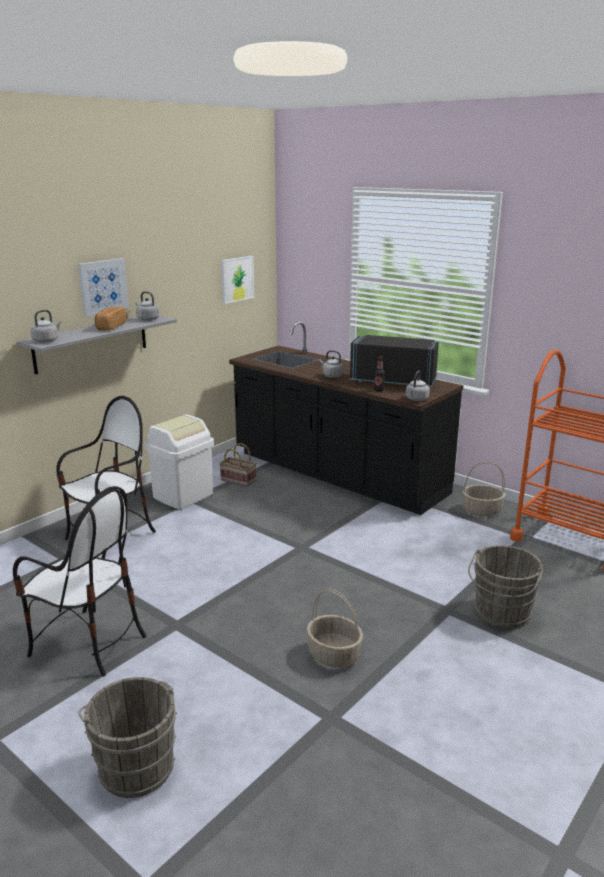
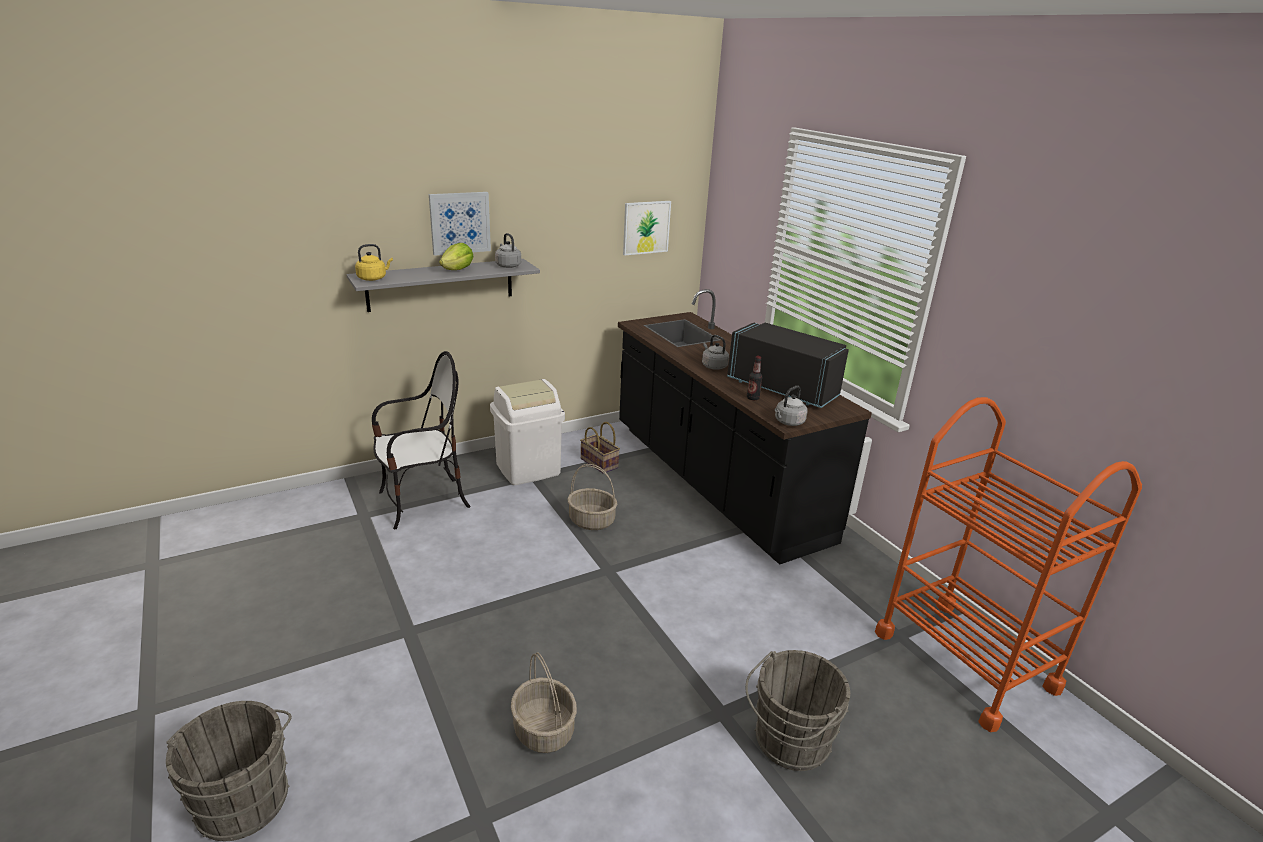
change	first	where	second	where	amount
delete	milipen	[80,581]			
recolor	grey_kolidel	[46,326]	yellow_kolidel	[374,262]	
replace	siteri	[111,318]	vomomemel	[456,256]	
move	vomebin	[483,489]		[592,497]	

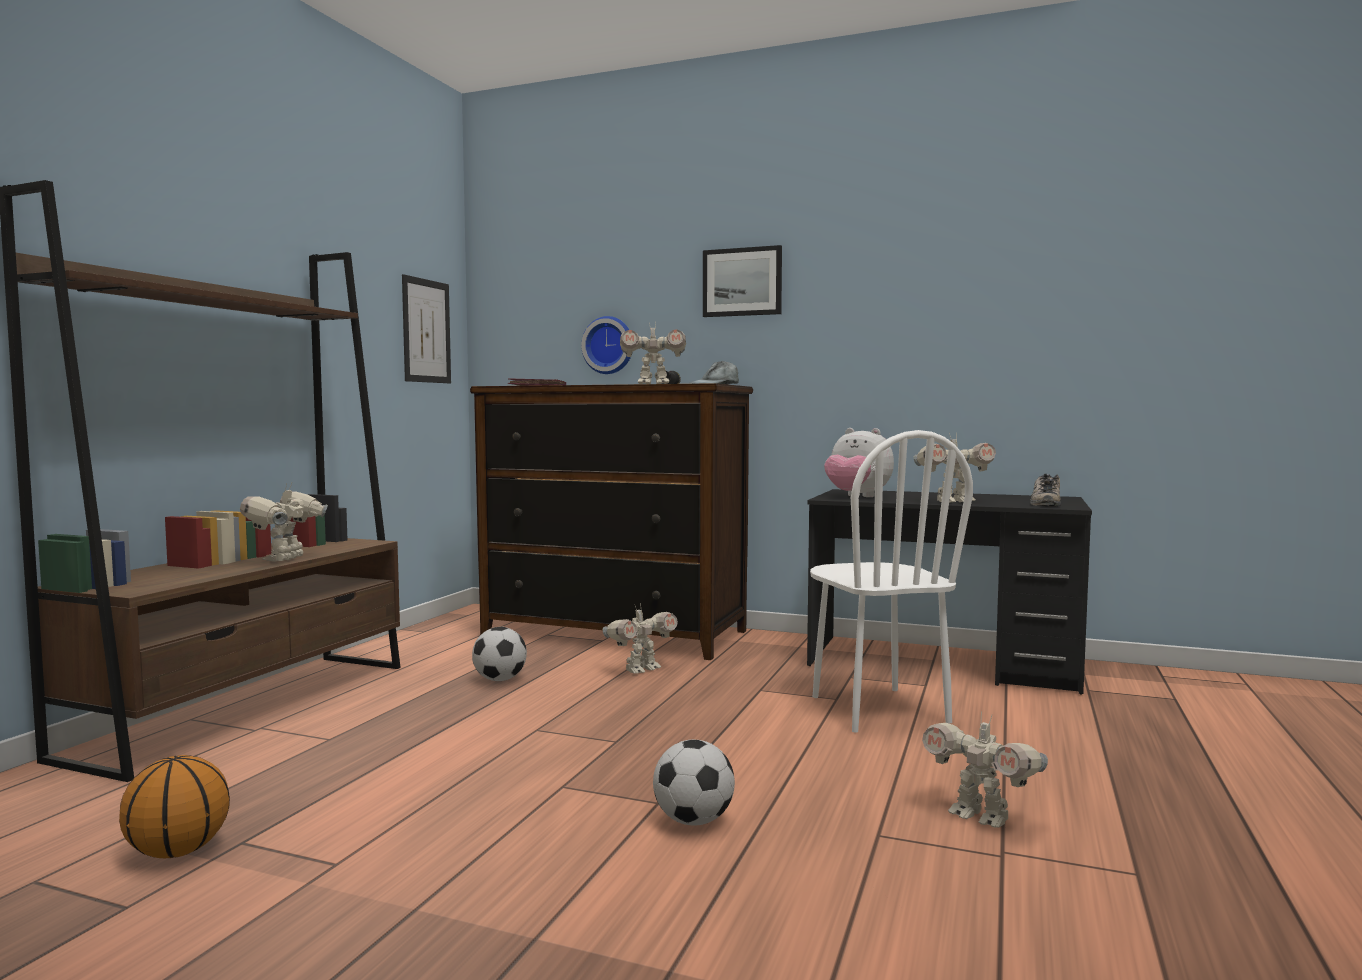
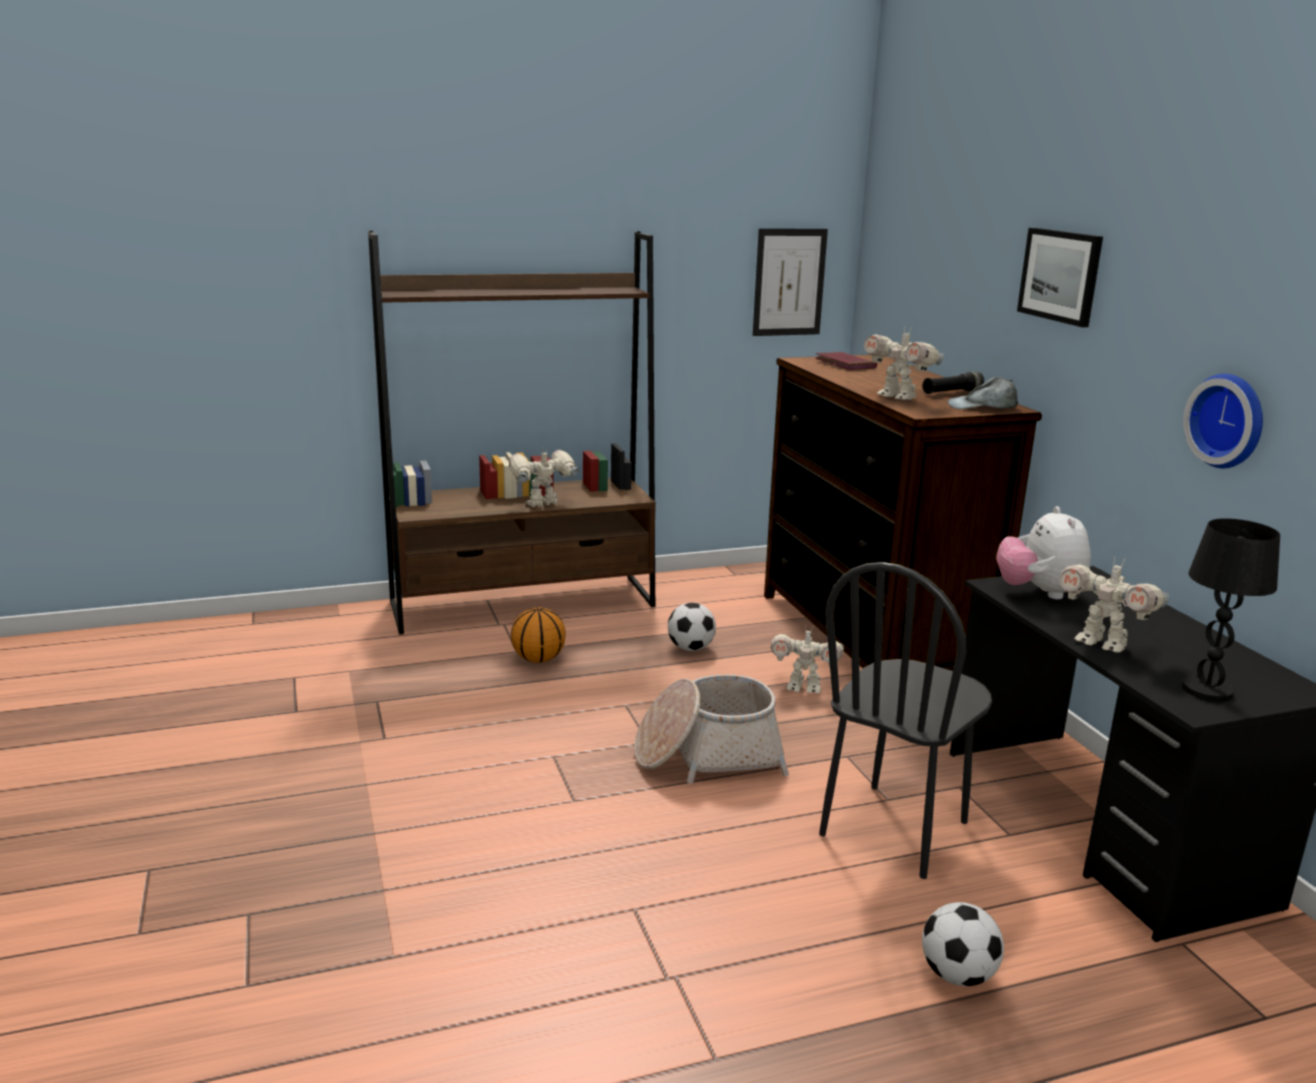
change	first	where	second	where	amount
move	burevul	[174,806]		[538,635]	
move	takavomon	[606,345]		[1223,421]	
move	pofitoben	[694,782]		[963,944]	
recolor	white_milipen	[891,581]	black_milipen	[905,720]	
delete	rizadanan	[985,770]			
replace	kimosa	[1045,490]	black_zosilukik	[1231,610]	
insert			vomebin	[711,729]	

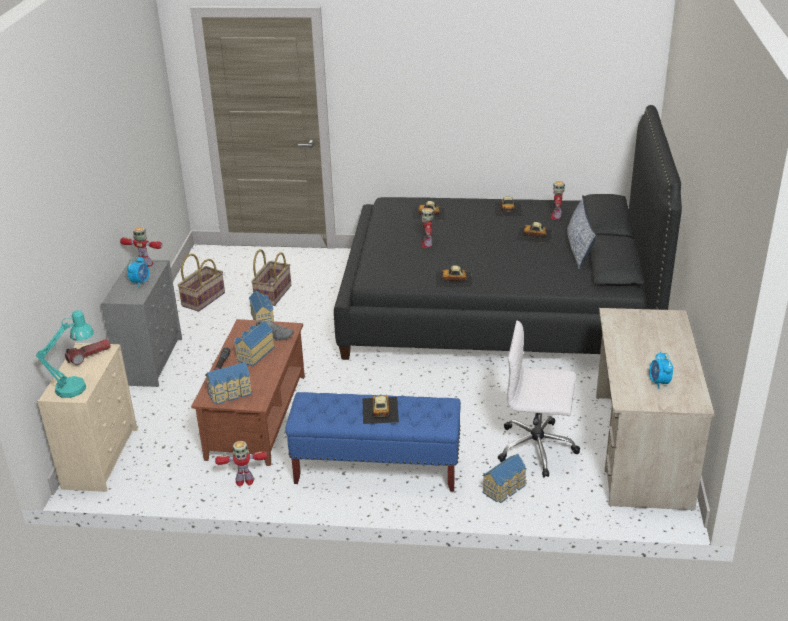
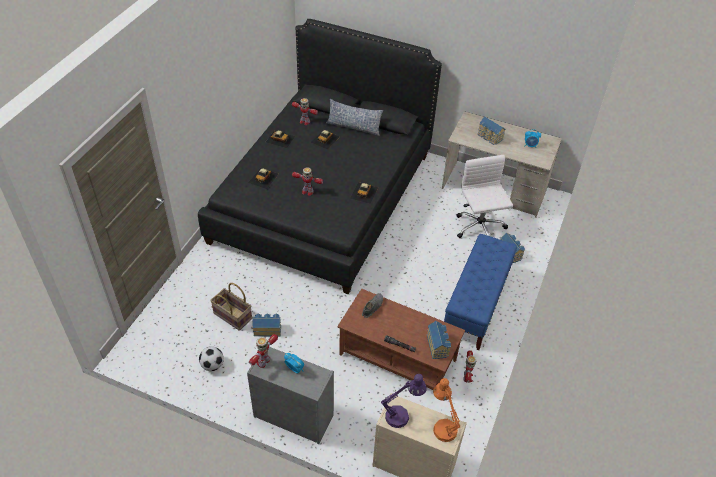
change	first	where	second	where	amount
recolor	turquoise_zosilukik	[65,354]	orange_zosilukik	[446,410]	
replace	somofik	[88,352]	purple_zosilukik	[404,401]	
replace	vomebin	[201,283]	pofitoben	[211,359]	
move	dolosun	[254,343]		[491,130]	
delete	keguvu	[380,409]			
rotate	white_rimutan	[539,399]		[484,196]	135 degrees clockwise

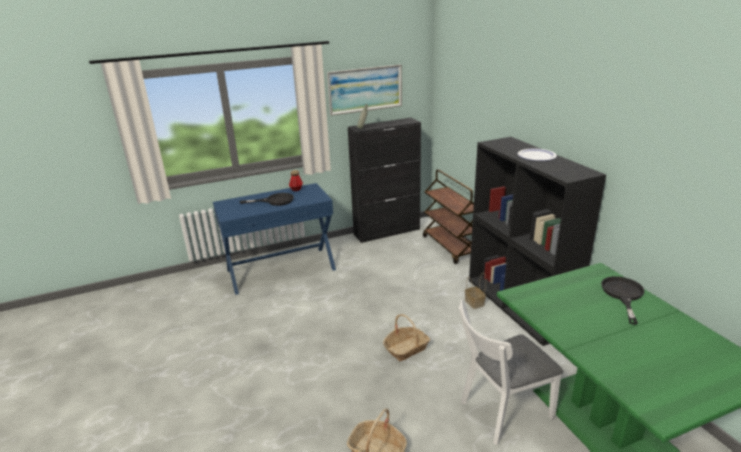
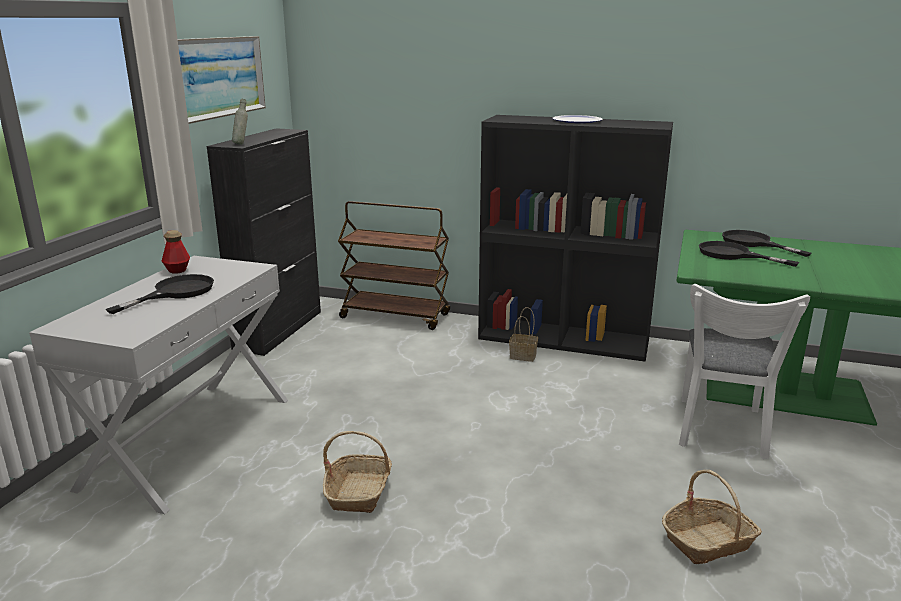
change	first	where	second	where	amount
recolor	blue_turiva	[274,239]	white_turiva	[158,385]	
move	vomebin	[406,337]		[357,472]	
insert			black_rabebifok	[749,254]	

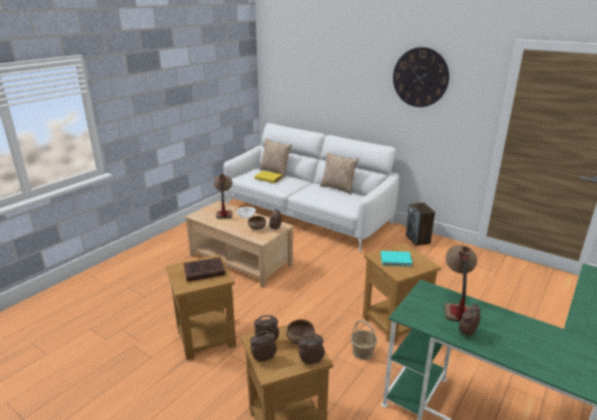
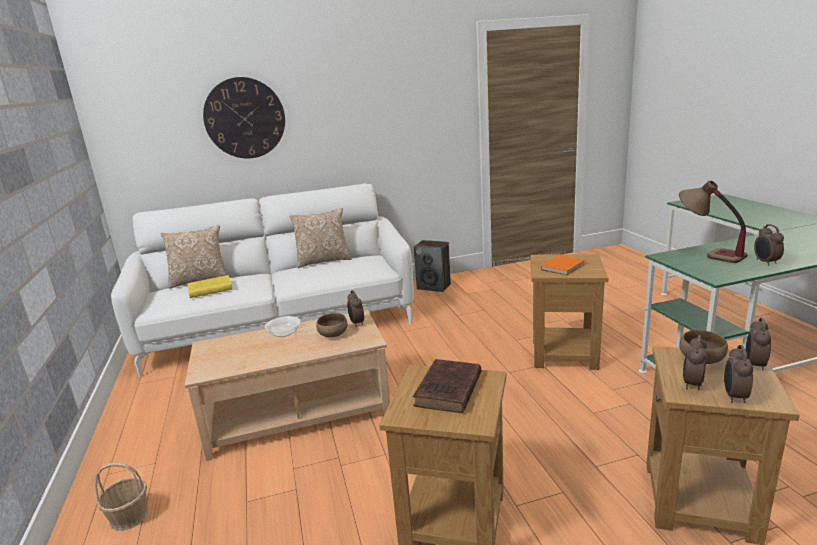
change	first	where	second	where	amount
delete	zosilukik	[223,196]			
move	vomebin	[364,340]		[122,497]	
recolor	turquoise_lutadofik	[397,259]	orange_lutadofik	[563,265]	
move	takavomon	[421,77]		[244,118]	

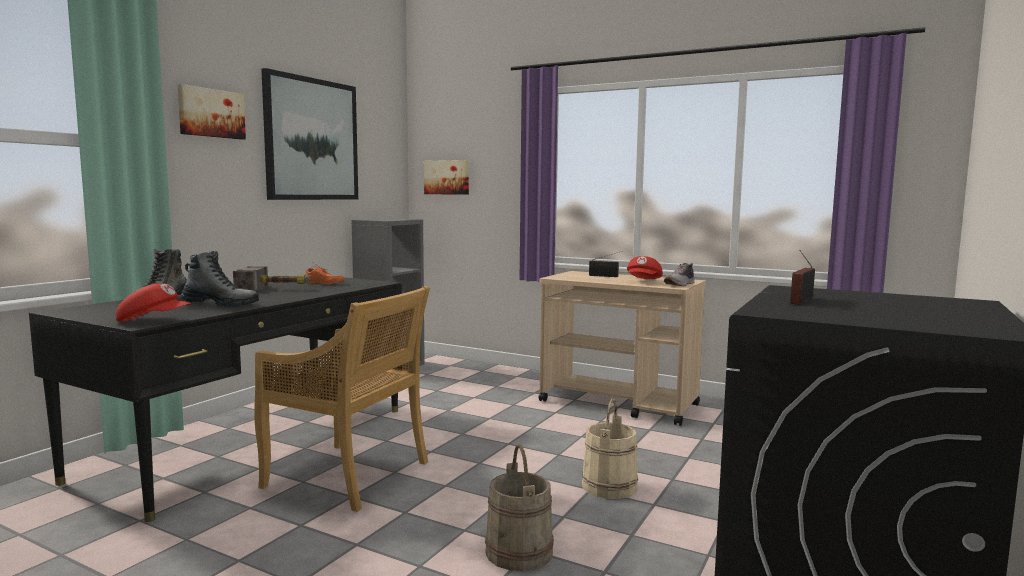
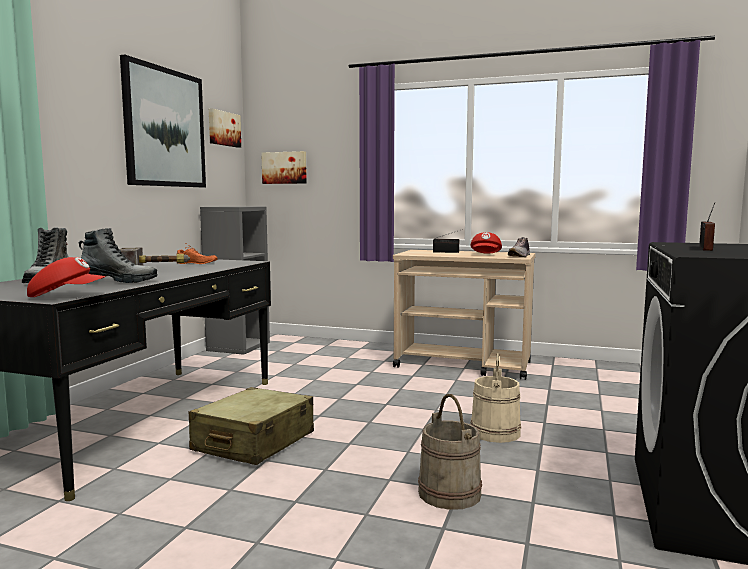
change	first	where	second	where	amount
move	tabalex	[212,112]		[225,128]	
replace	beige_milipen	[342,399]	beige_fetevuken	[251,426]	

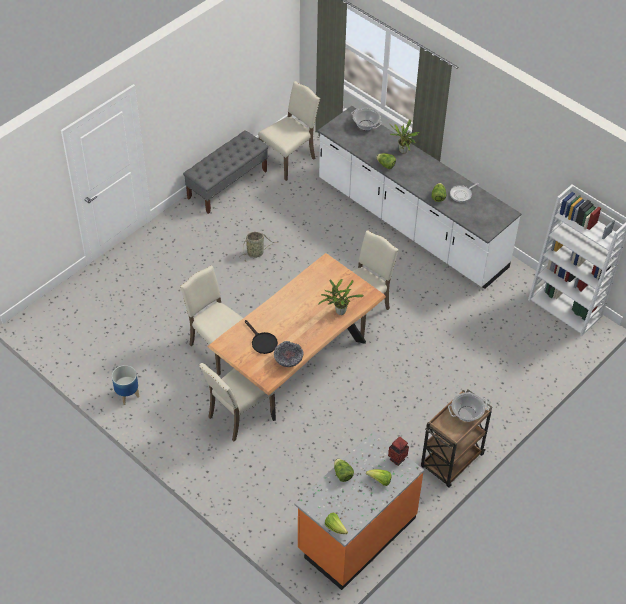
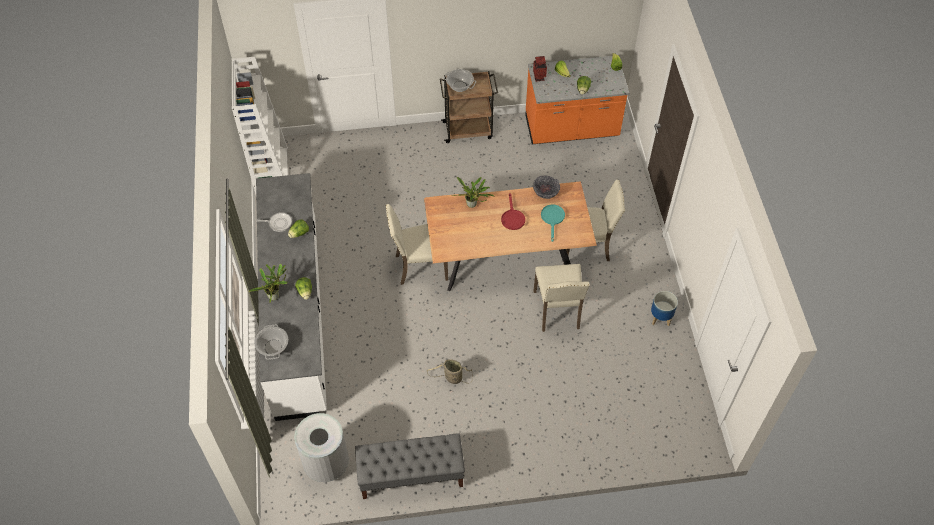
change	first	where	second	where	amount
recolor	black_rabebifok	[261,337]	turquoise_rabebifok	[553,223]	
replace	beige_milipen	[289,131]	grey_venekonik	[321,447]	
insert			red_rabebifok	[513,212]	

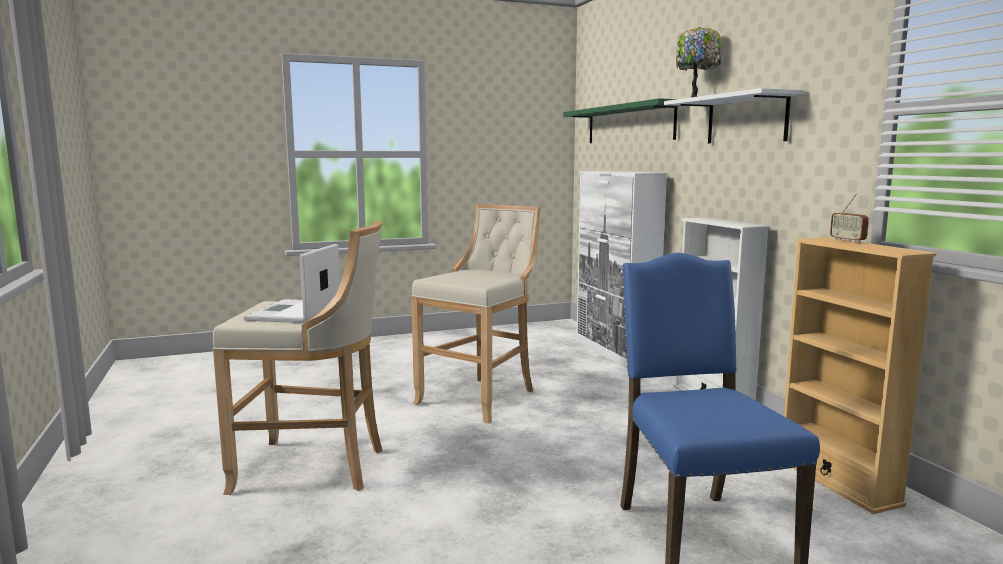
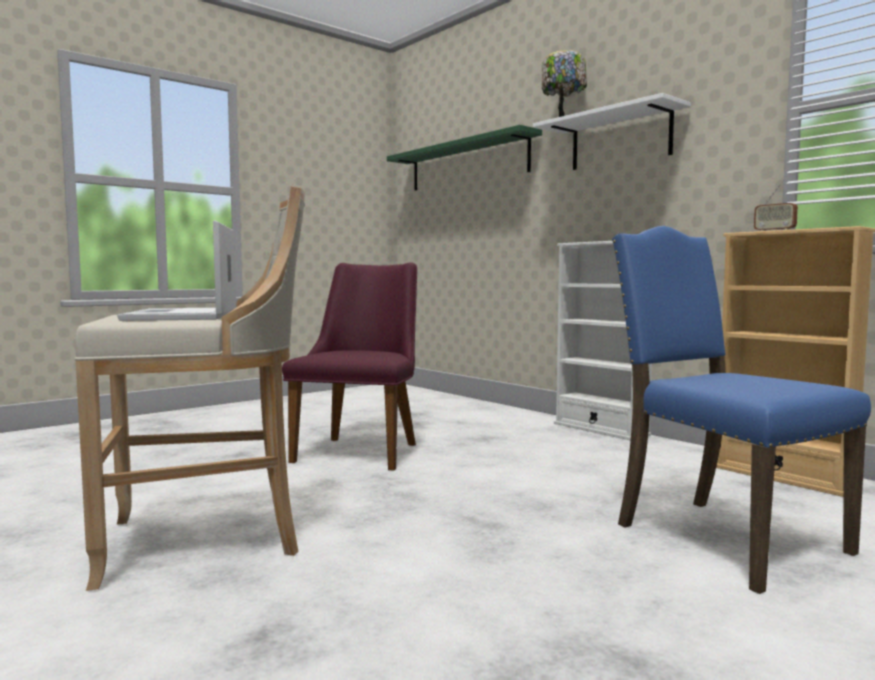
change	first	where	second	where	amount
replace	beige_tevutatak	[476,314]	purple_milipen	[349,366]	
delete	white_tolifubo	[622,269]			

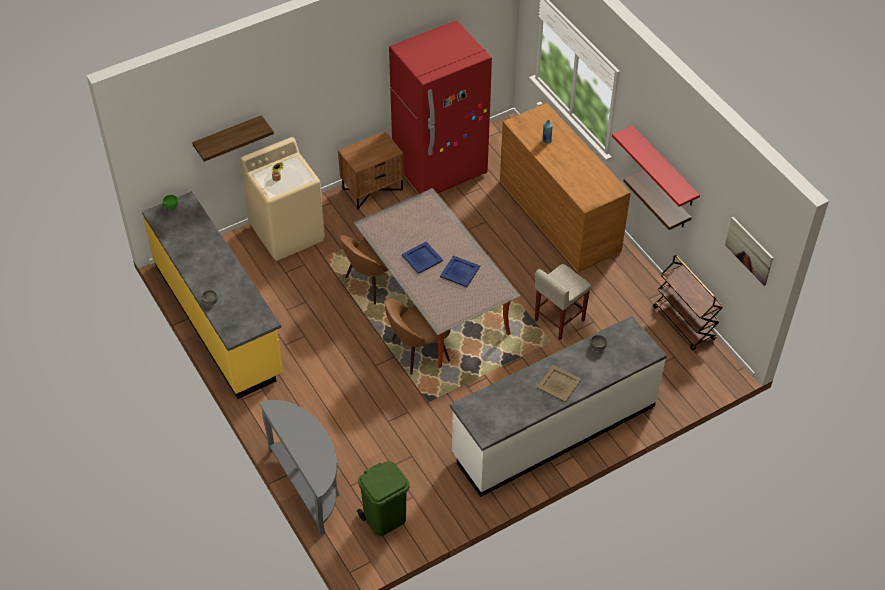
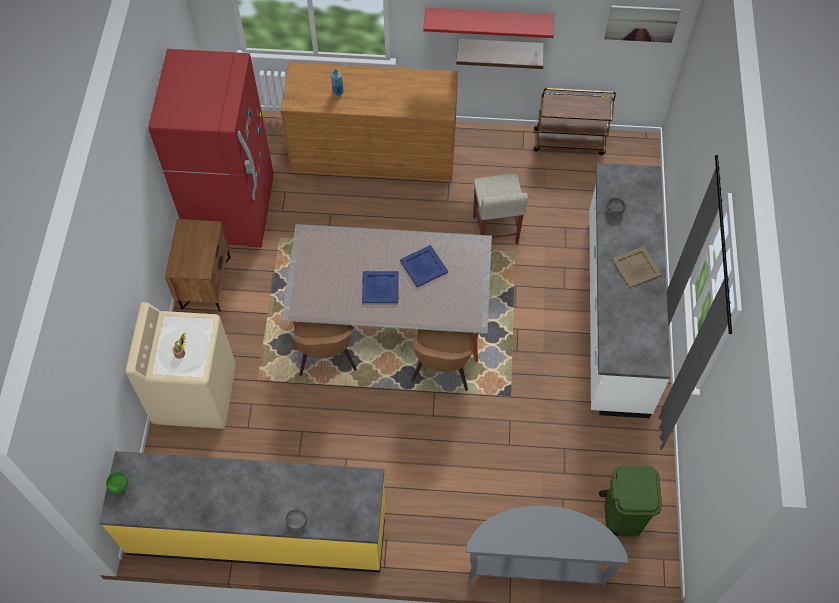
change	first	where	second	where	amount
delete	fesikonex	[233,138]			

